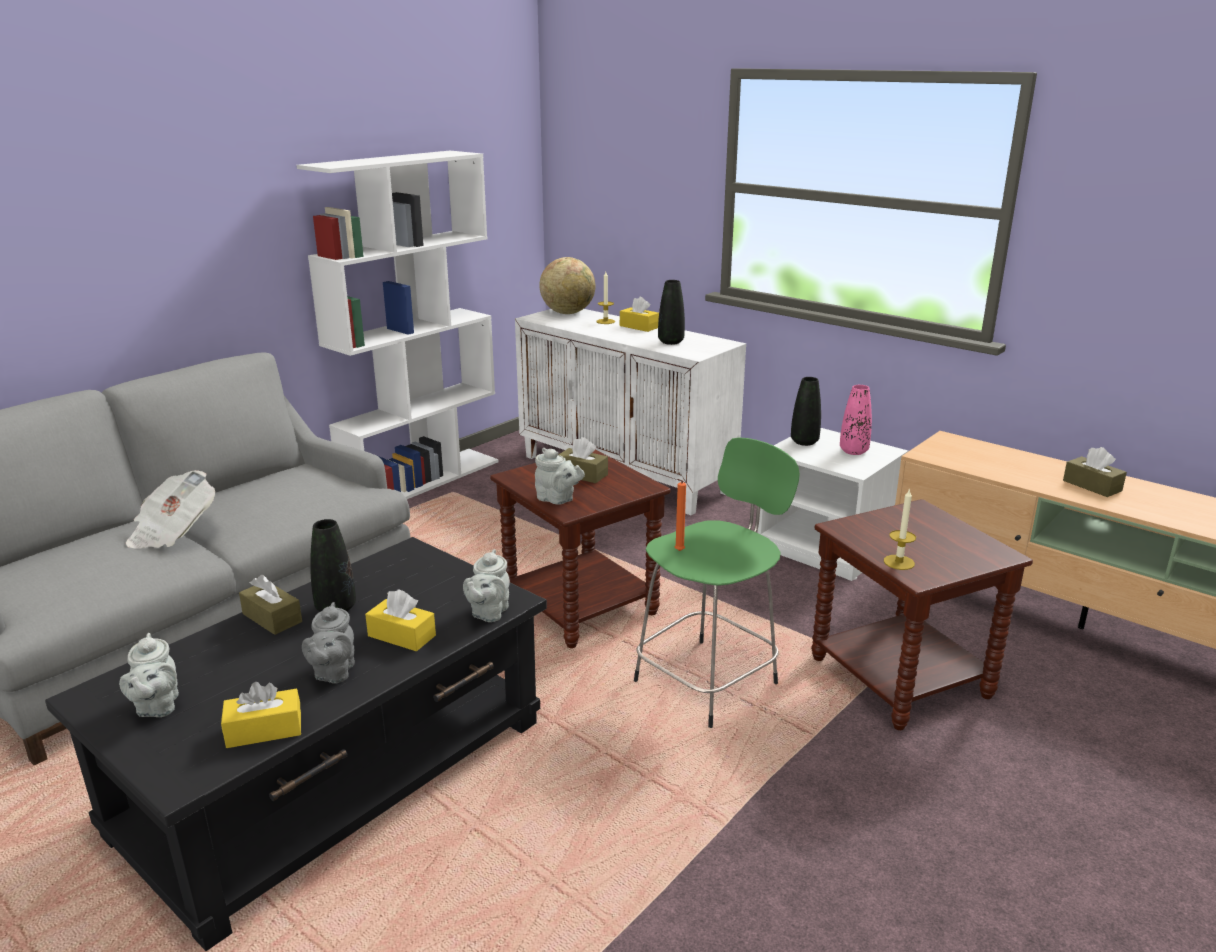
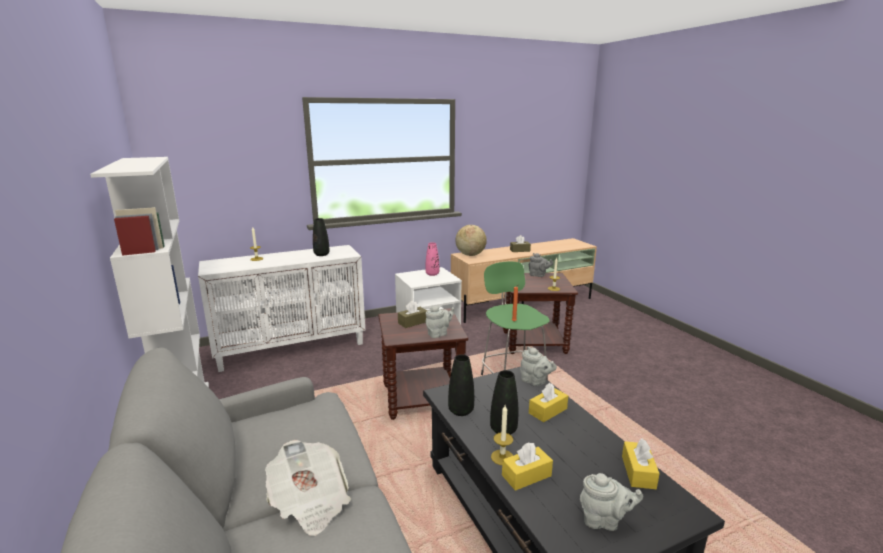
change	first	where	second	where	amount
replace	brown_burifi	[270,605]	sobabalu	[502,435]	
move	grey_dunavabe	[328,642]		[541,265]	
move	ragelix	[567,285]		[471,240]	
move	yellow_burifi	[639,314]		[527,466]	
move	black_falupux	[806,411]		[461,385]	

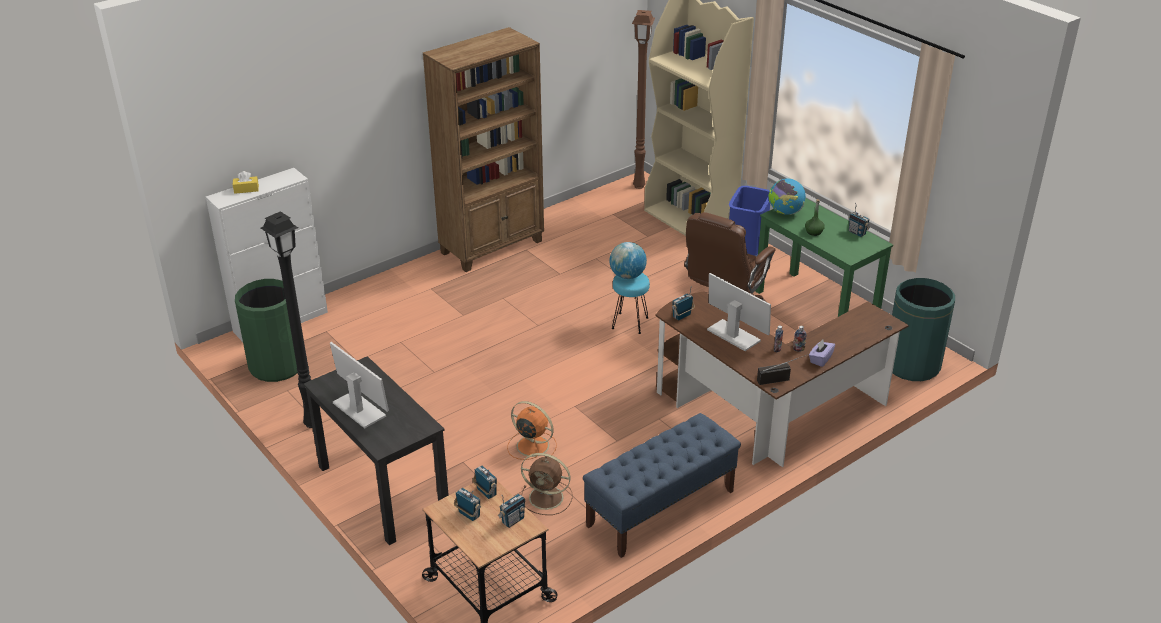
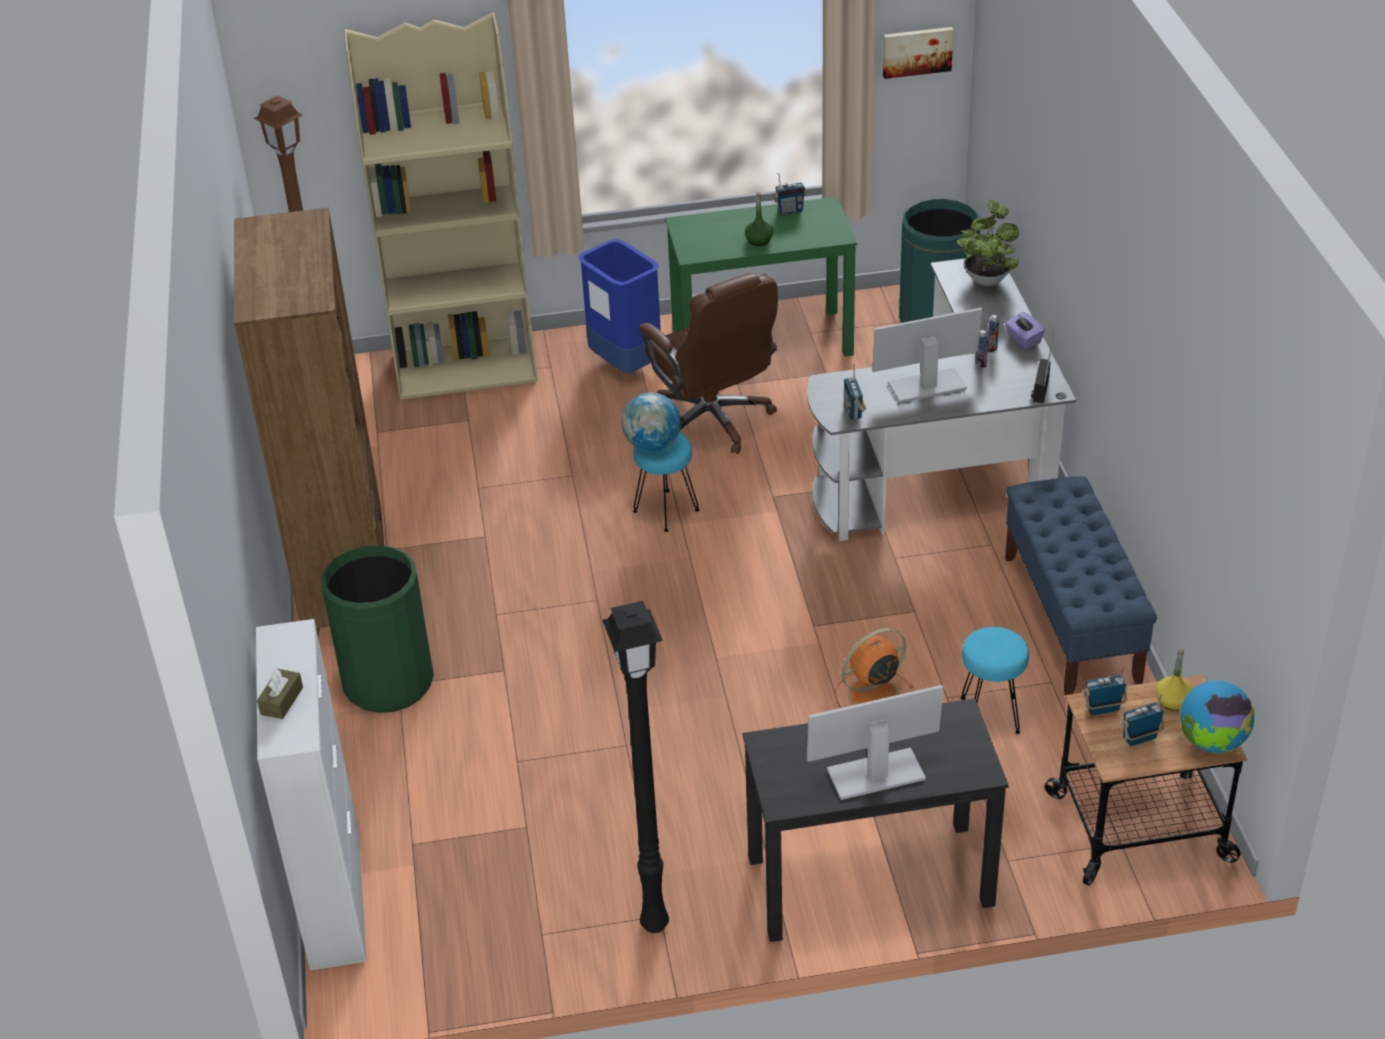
change	first	where	second	where	amount
recolor	yellow_burifi	[246,182]	brown_burifi	[280,694]	
move	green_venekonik	[266,330]		[377,629]	
replace	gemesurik	[512,511]	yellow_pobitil	[1174,680]	
replace	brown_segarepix	[546,484]	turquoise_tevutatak	[995,680]	
recolor	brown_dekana	[782,379]	grey_dekana	[941,399]	
move	ragelix	[787,197]		[1217,717]	
insert			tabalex	[918,53]	
insert			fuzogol	[988,243]	

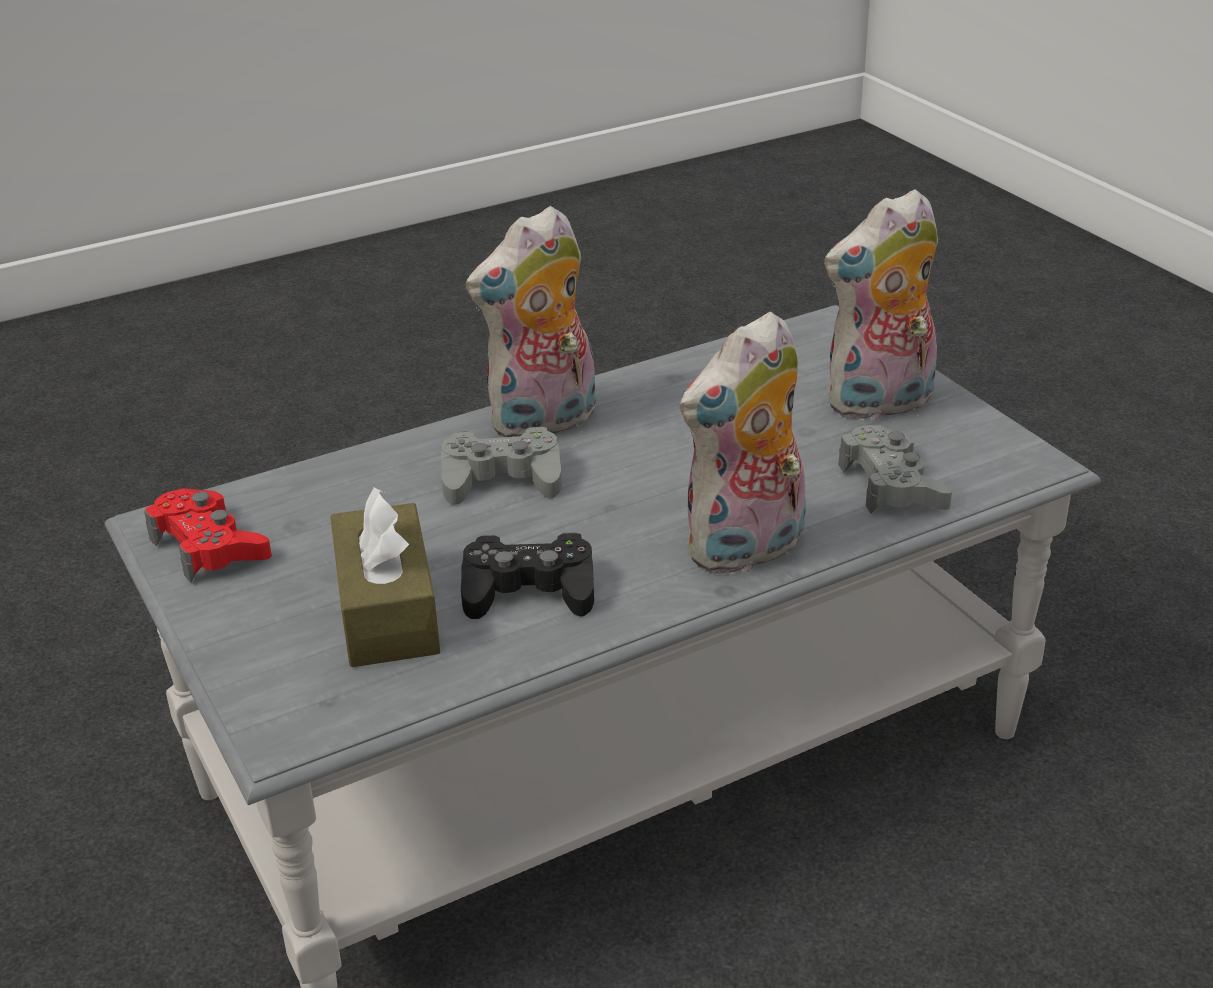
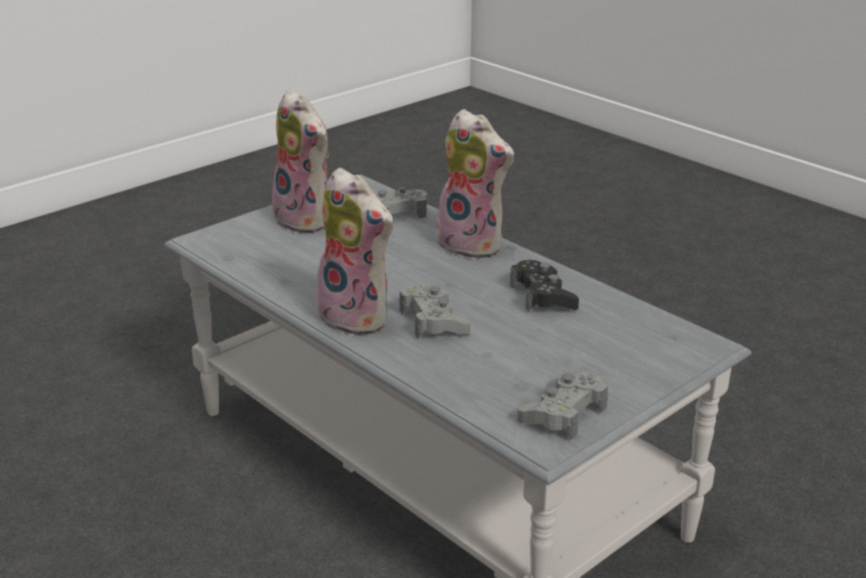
change	first	where	second	where	amount
recolor	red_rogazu	[208,535]	grey_rogazu	[562,405]	
delete	brown_burifi	[385,577]			

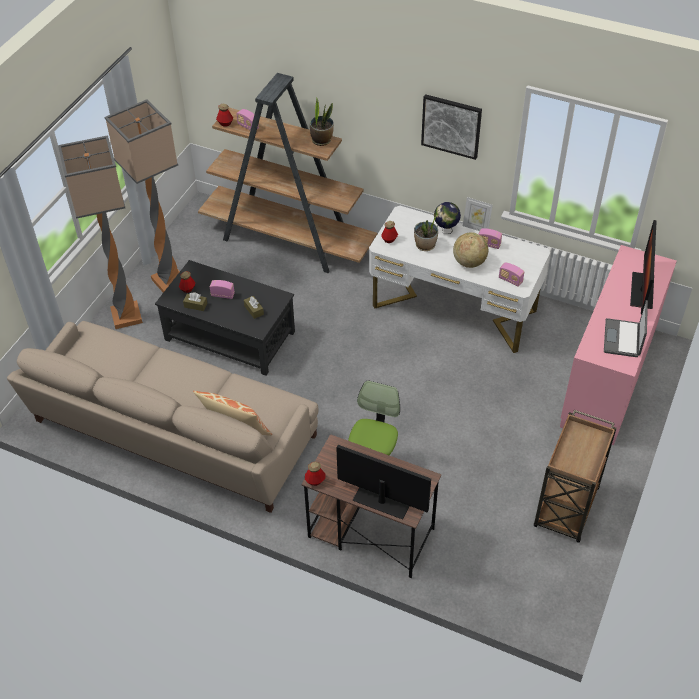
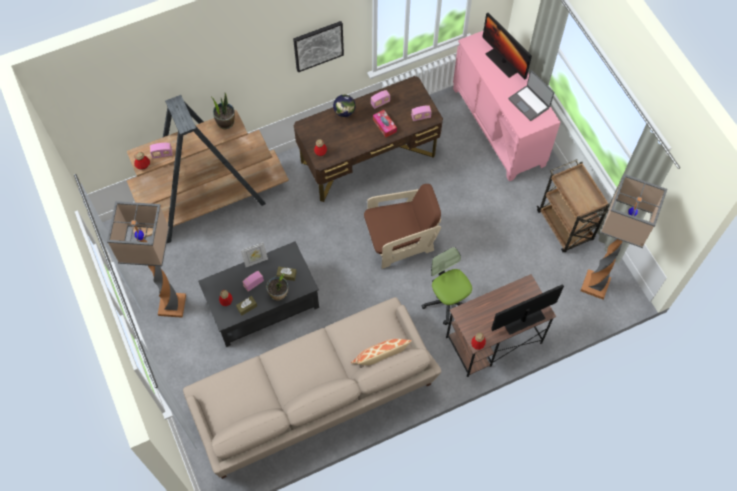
change	first	where	second	where	amount
move	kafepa	[100,232]		[623,237]	
recolor	white_dekana	[459,279]	brown_dekana	[368,139]	
move	fuzogol	[426,233]		[277,287]	
replace	ragelix	[470,250]	burifi	[385,123]	
move	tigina	[478,214]		[254,254]	
insert			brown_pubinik	[402,226]	

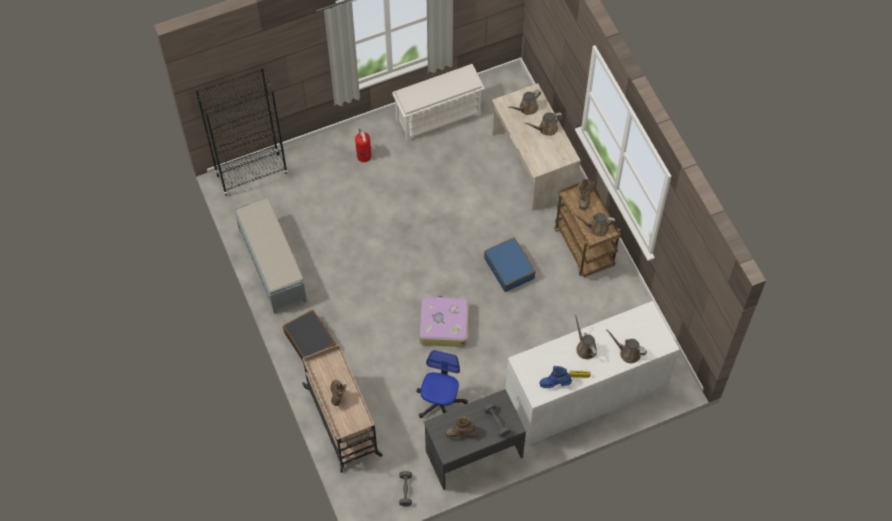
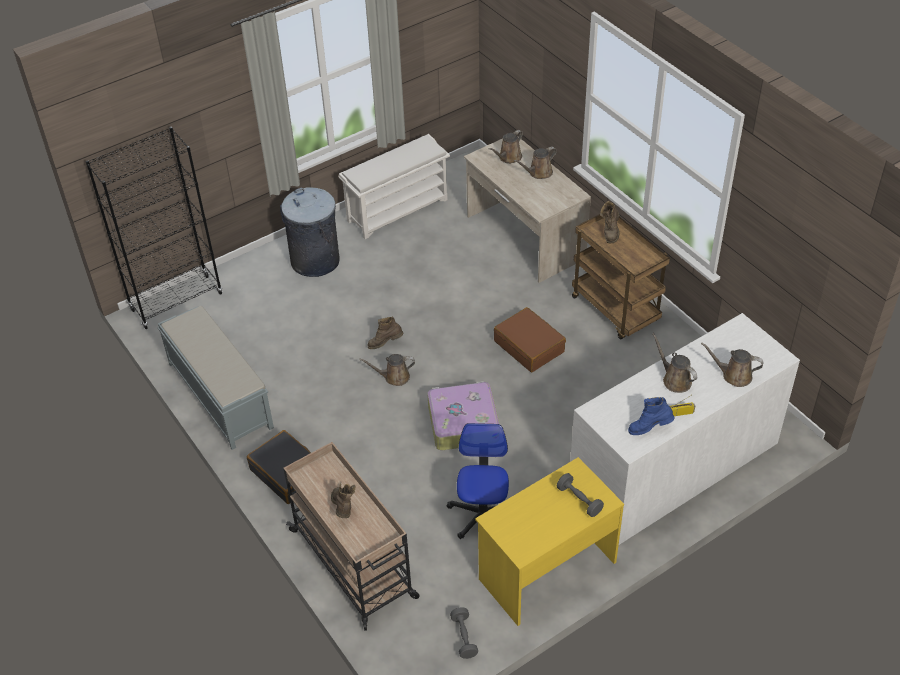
change	first	where	second	where	amount
replace	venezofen	[363,145]	grey_venekonik	[309,232]	
recolor	grey_dekana	[475,439]	yellow_dekana	[549,541]	
move	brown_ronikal	[461,427]		[385,333]	
recolor	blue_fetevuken	[510,264]	brown_fetevuken	[530,339]	
move	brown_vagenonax	[594,225]		[387,370]	

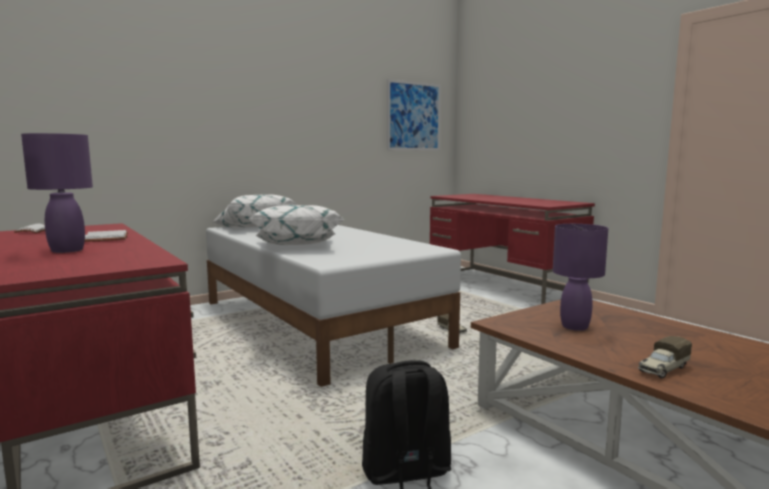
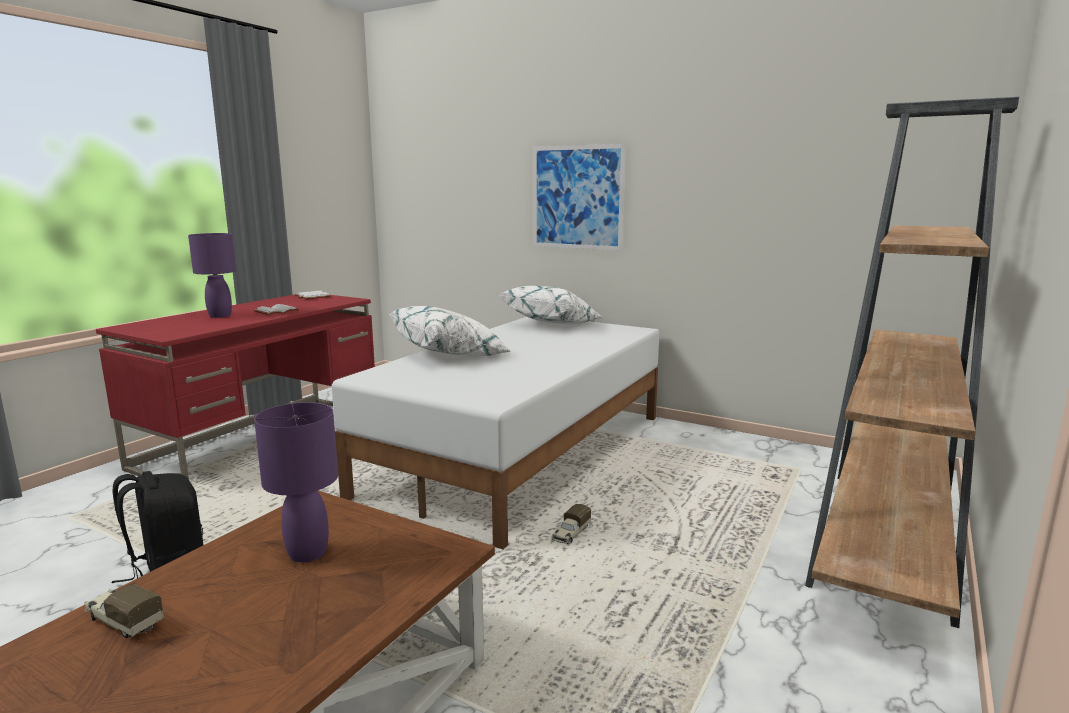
change	first	where	second	where	amount
move	tabalex	[414,115]		[579,197]	
replace	red_dekana	[512,249]	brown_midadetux	[912,362]	

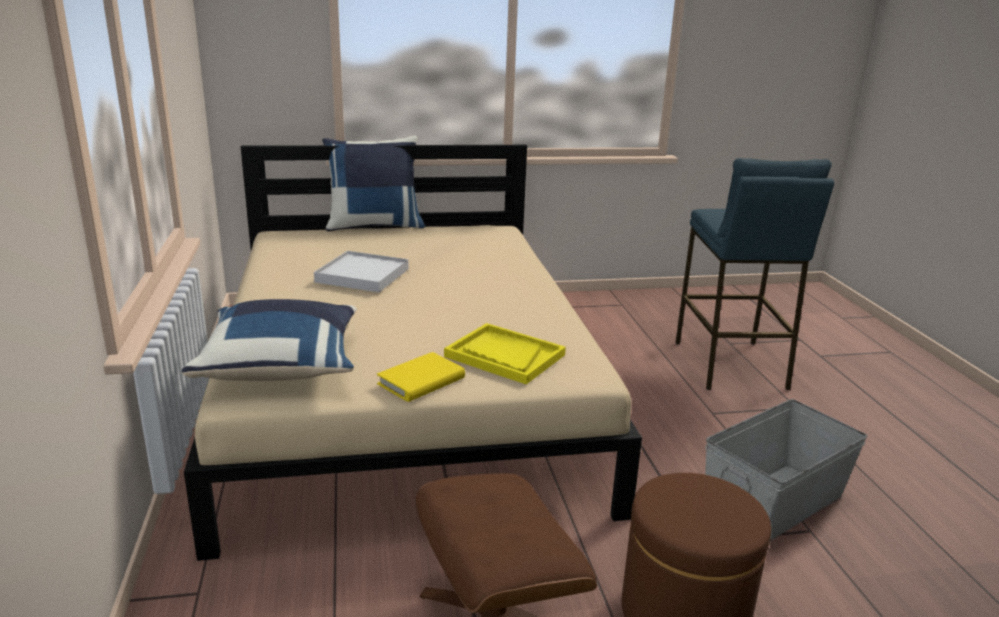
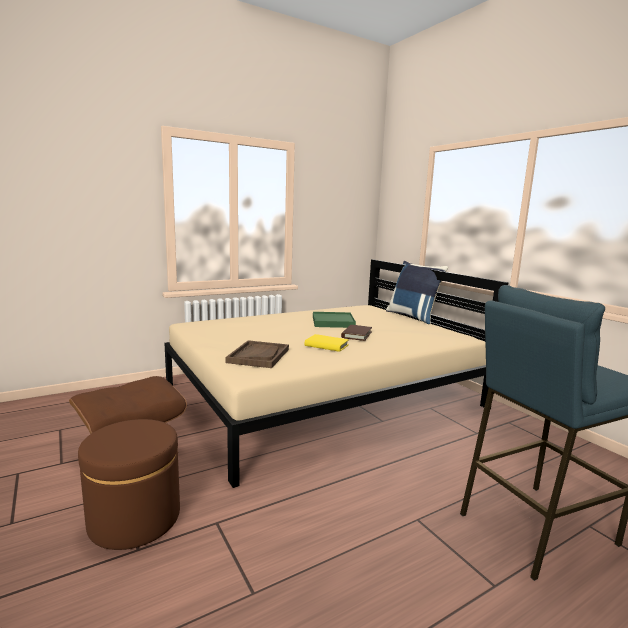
change	first	where	second	where	amount
delete	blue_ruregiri	[269,340]			
recolor	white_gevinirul	[361,271]	green_gevinirul	[334,320]	
move	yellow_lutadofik	[421,377]		[327,343]	
recolor	yellow_gevinirul	[505,353]	brown_gevinirul	[257,354]	
delete	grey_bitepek	[786,470]			
insert			brown_lutadofik	[356,333]	

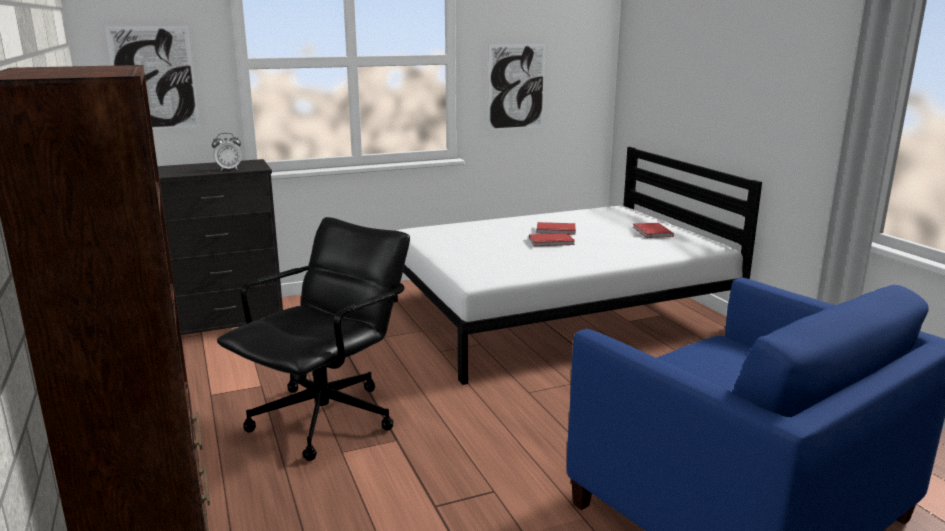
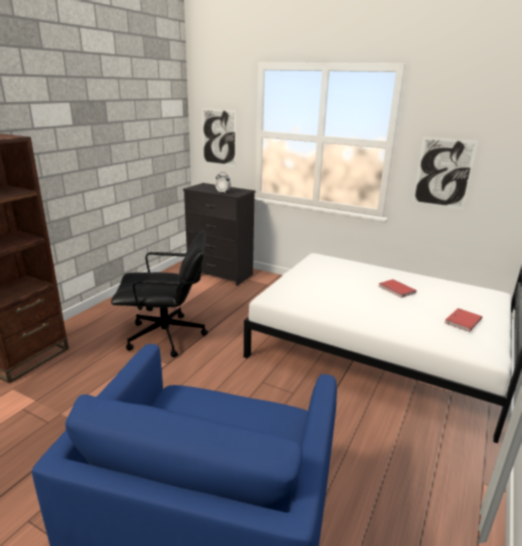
change	first	where	second	where	amount
delete	red_lutadofik	[552,239]			

